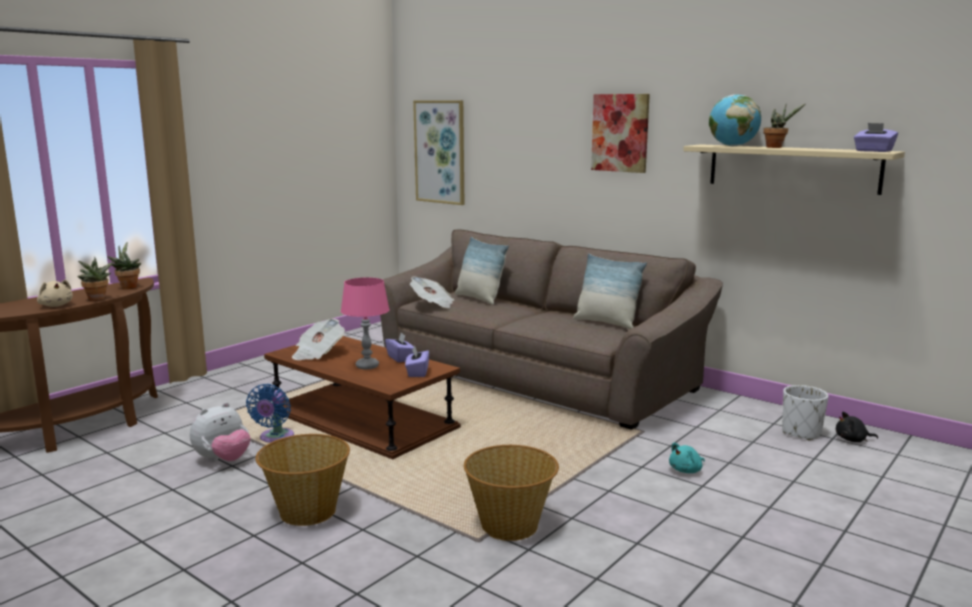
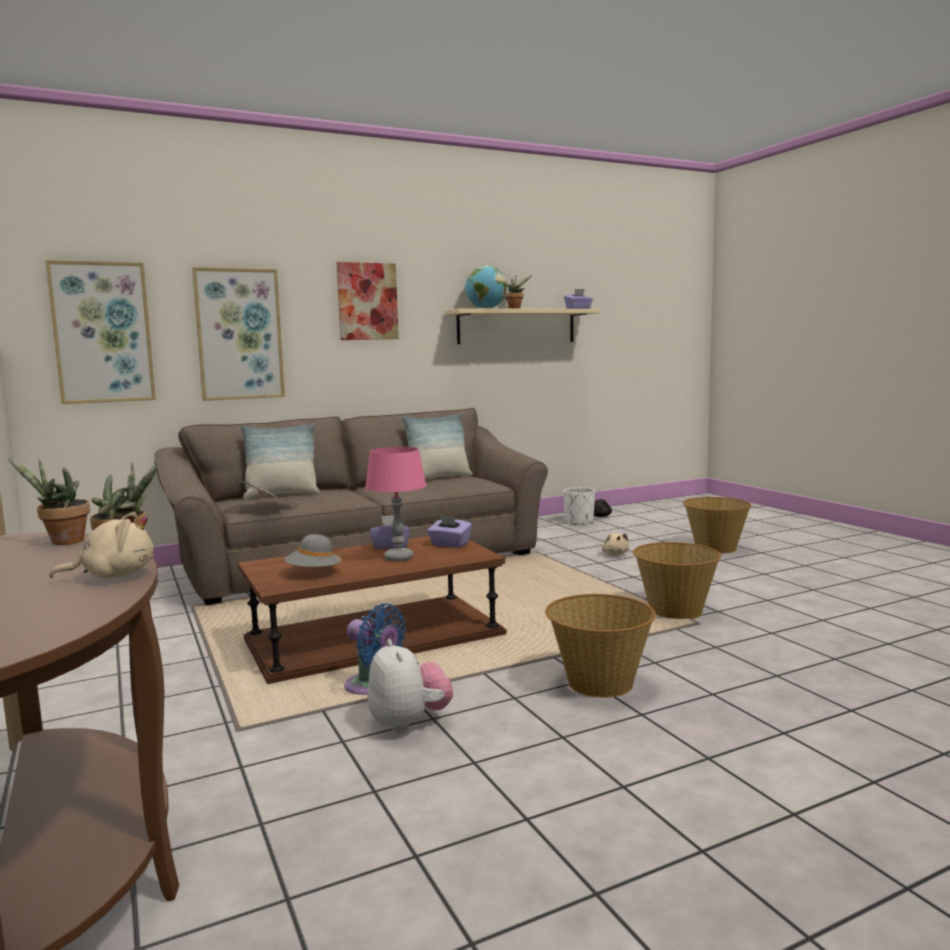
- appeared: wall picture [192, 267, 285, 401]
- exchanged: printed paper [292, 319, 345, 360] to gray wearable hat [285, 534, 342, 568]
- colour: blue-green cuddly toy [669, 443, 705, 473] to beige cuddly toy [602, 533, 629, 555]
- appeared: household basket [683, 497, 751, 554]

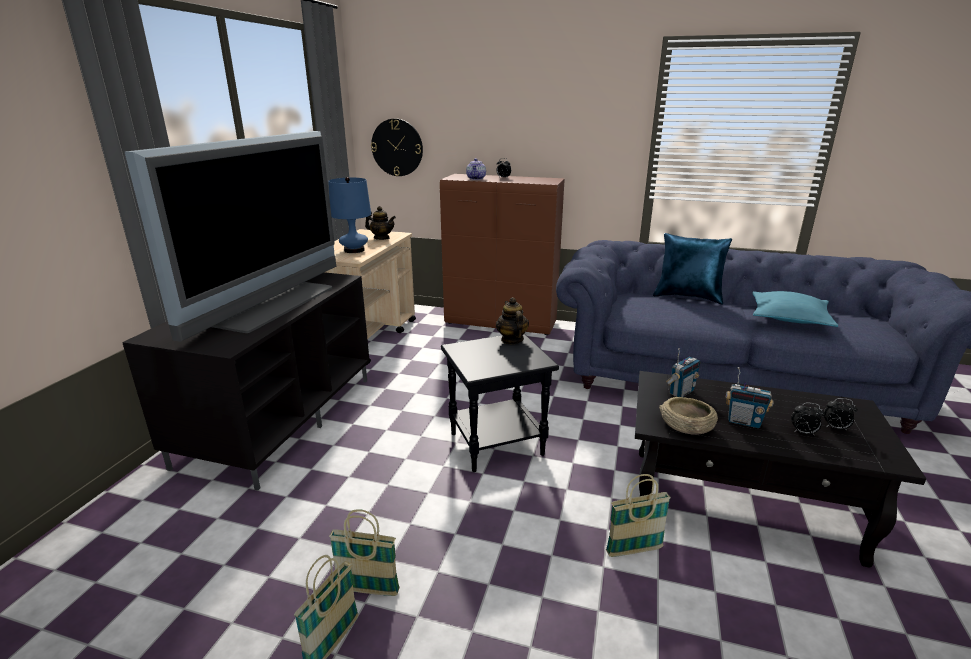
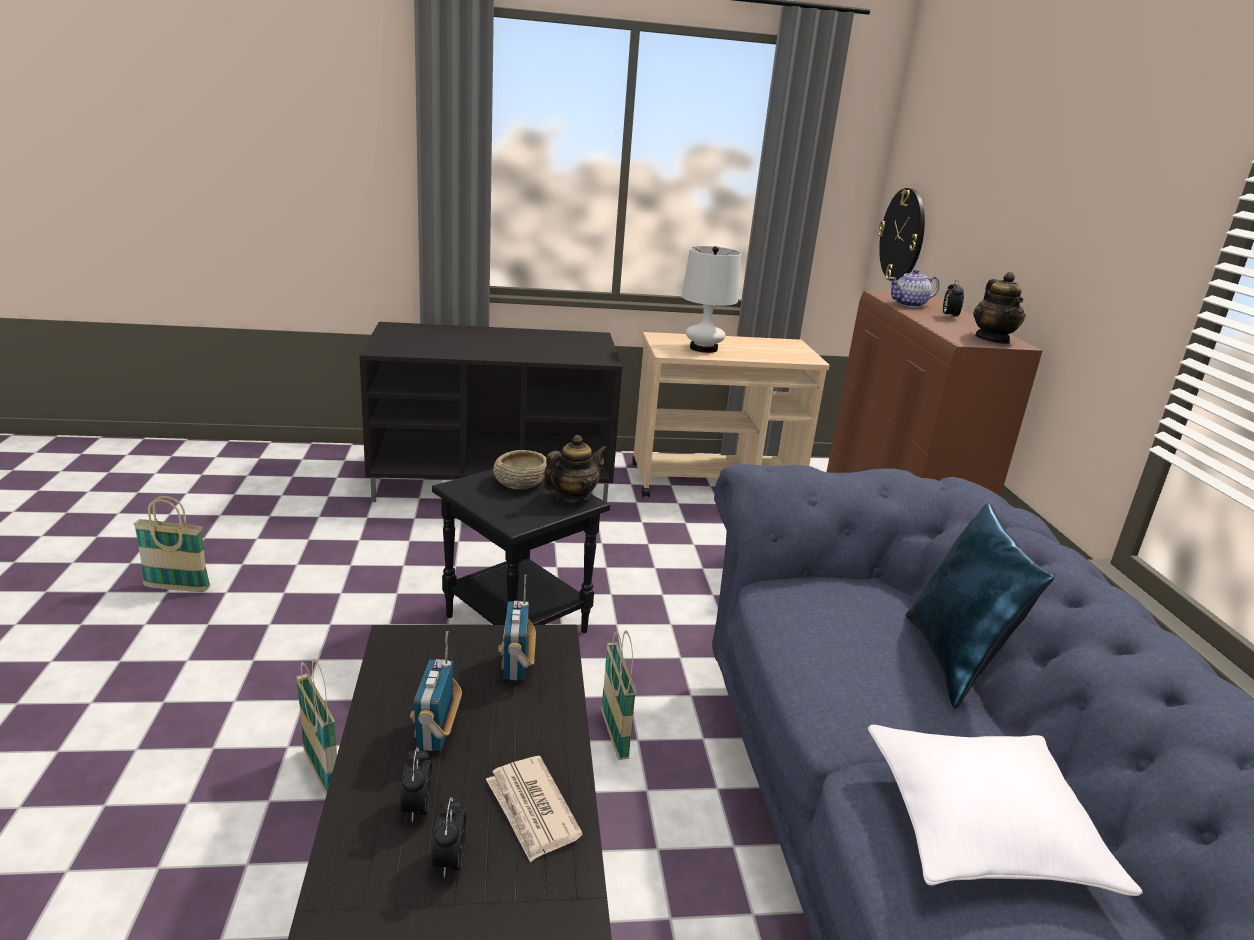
- appeared: printed paper [486, 756, 583, 862]
- relocated: beige deep dish [659, 397, 718, 435] to [493, 450, 547, 490]
- spun: radio set [666, 348, 701, 397] = [498, 575, 536, 680] 60 degrees clockwise
- relocated: household basket [329, 509, 400, 596] to [601, 630, 636, 760]
- colour: blue-coloured lamp for a table [328, 177, 371, 253] to whitish lamp for a table [682, 246, 741, 353]
- colour: blue-green pillow [753, 291, 838, 327] to whitish pillow [868, 725, 1143, 896]
- relocated: pot for tea [365, 206, 396, 240] to [973, 272, 1026, 344]
- missing: TV [125, 131, 336, 342]

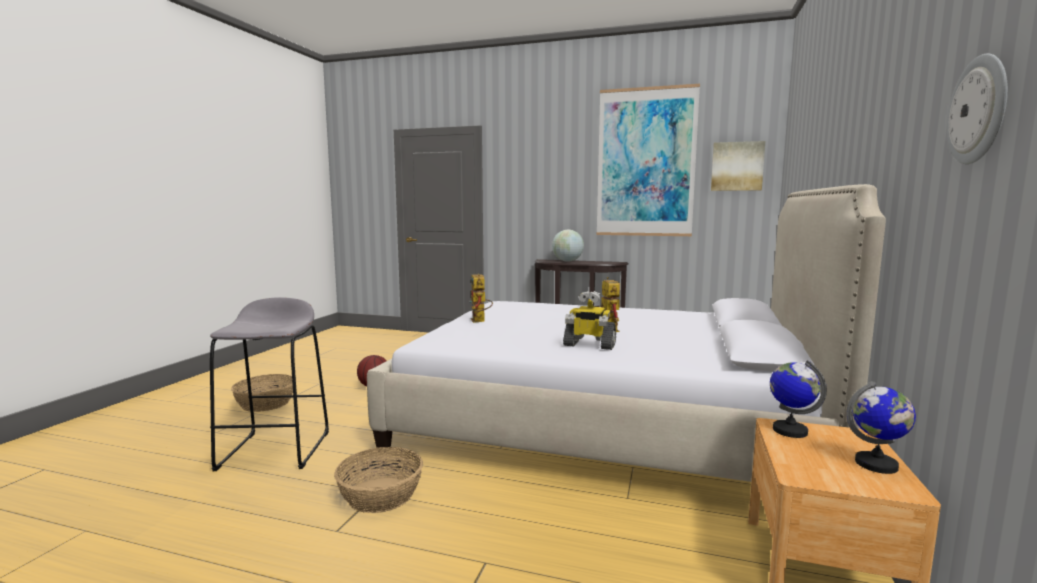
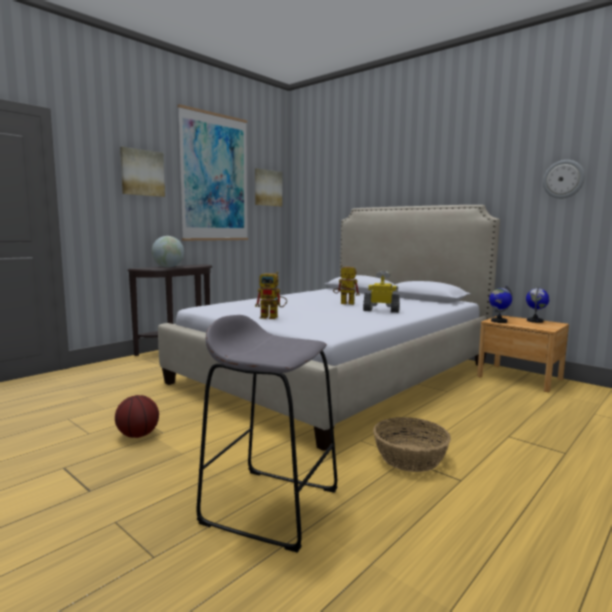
- appeared: wall picture [120, 147, 165, 197]
- spun: model robot [563, 291, 616, 350] = [363, 271, 400, 313] 120 degrees counterclockwise
- missing: household basket [231, 374, 293, 412]

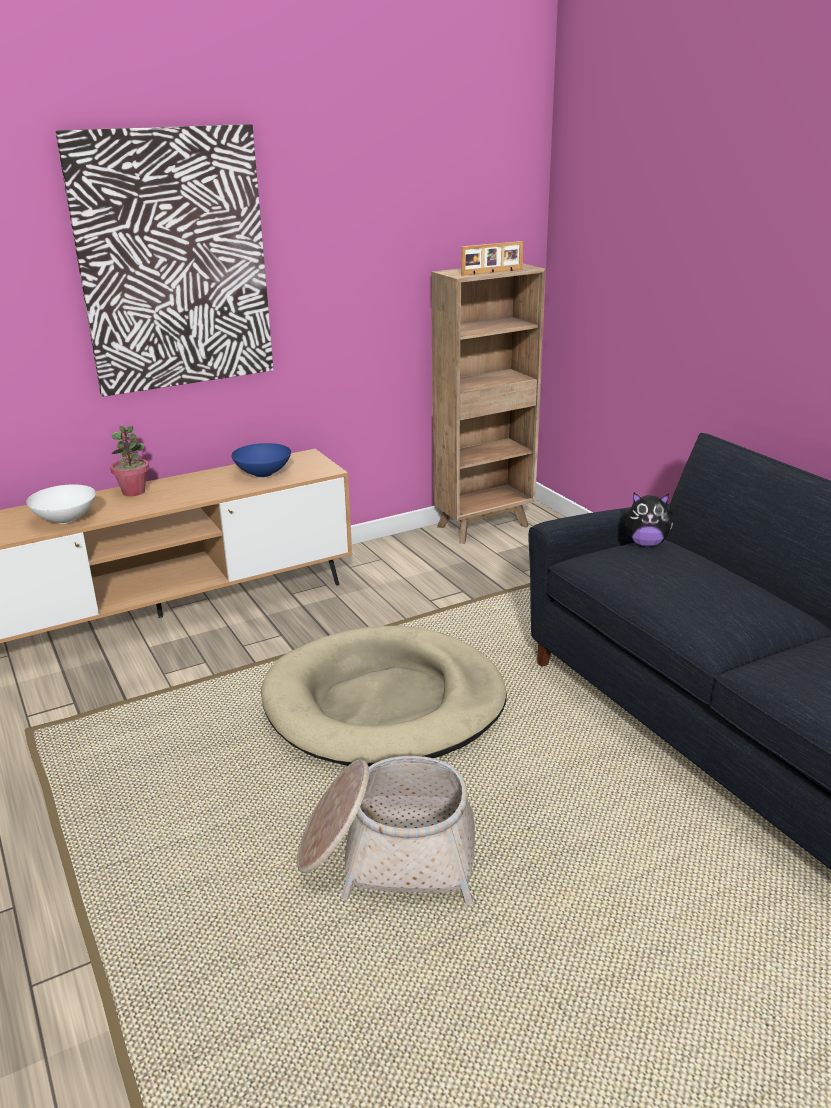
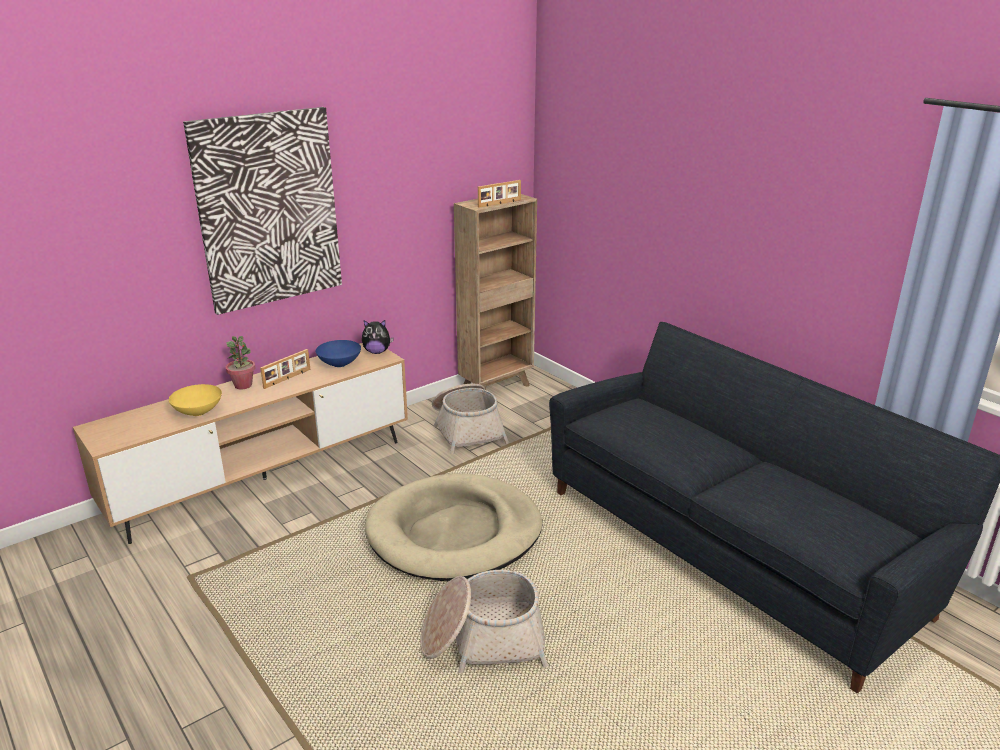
- colour: whitish deep dish [26, 484, 96, 524] to yellow deep dish [169, 384, 222, 416]
- appeared: standing frame [260, 349, 310, 389]
- relocated: cuddly toy [625, 493, 674, 547] to [362, 320, 394, 354]
- appeared: household basket [432, 384, 509, 454]

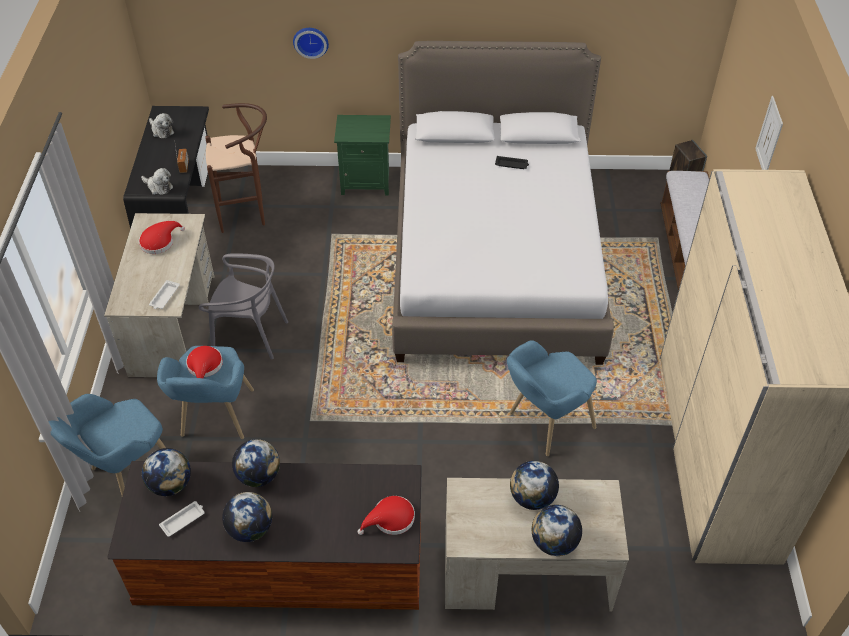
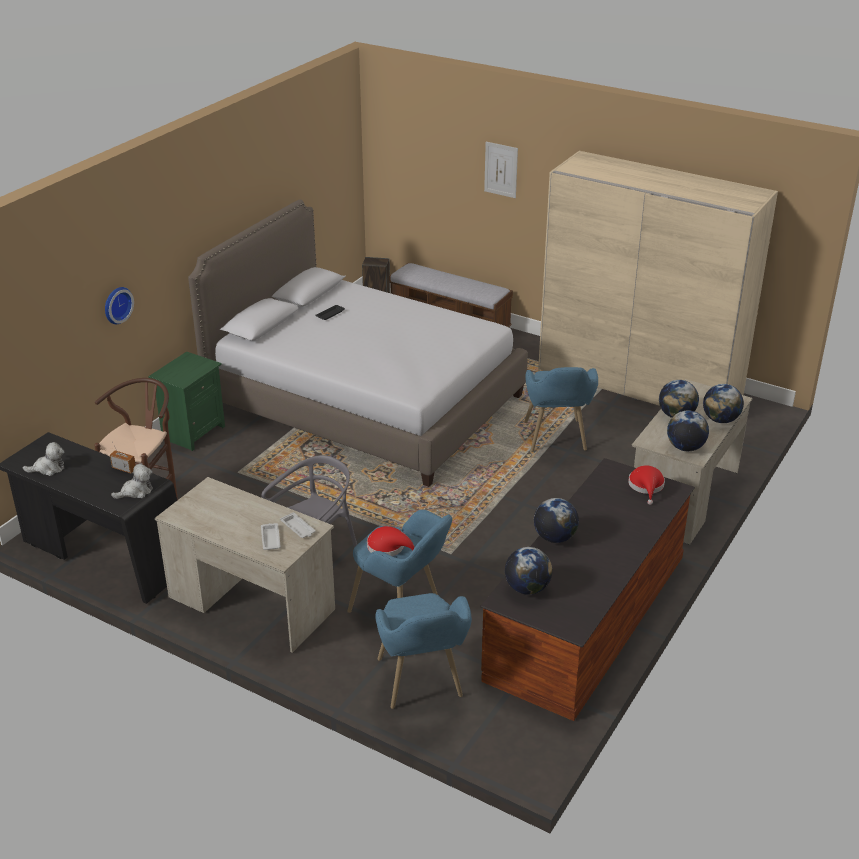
- relocated: whitish carrying tray [159, 501, 205, 537] to [261, 523, 281, 550]
- relocated: world globe [222, 492, 272, 542] to [667, 410, 709, 451]
- missing: red-coloured wearable hat [139, 221, 185, 254]

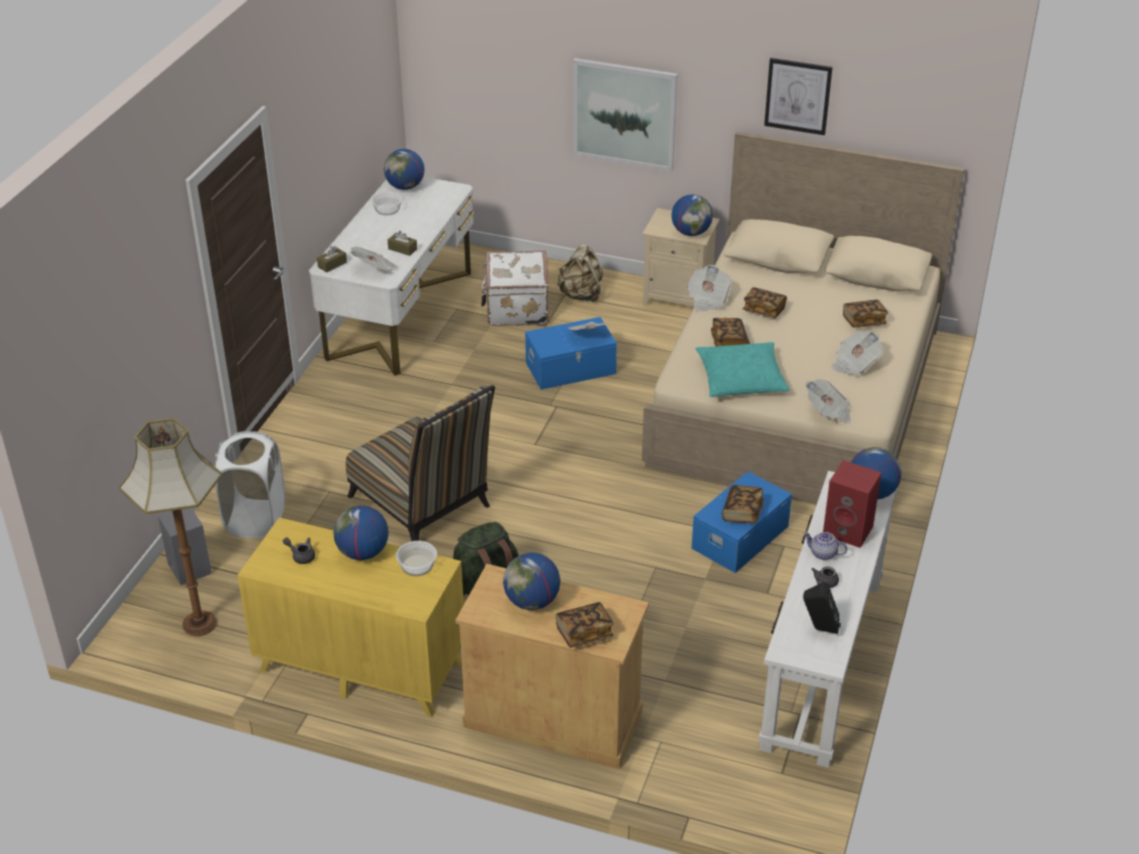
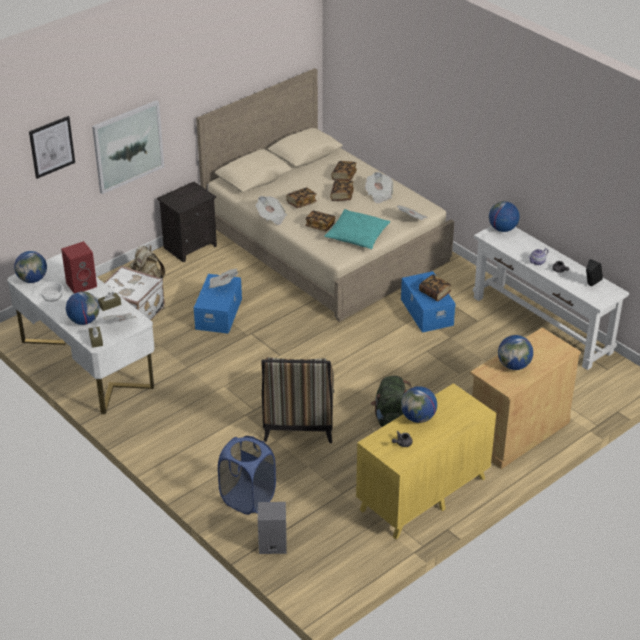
- relocated: wall picture [764, 58, 832, 135] to [29, 116, 75, 179]
- relocated: red-coloured audio speaker [823, 460, 881, 548] to [61, 241, 97, 294]
- relocated: world globe [671, 194, 713, 236] to [66, 291, 100, 325]
- colour: beige night table [642, 208, 719, 306] to blackish night table [157, 182, 217, 262]
- colour: whitish hamper [215, 431, 285, 538] to blue-coloured hamper [218, 436, 276, 515]
- spun: upright chair [346, 385, 495, 541] = [261, 357, 334, 443] 105 degrees clockwise
- relocated: bound book [556, 602, 614, 648] to [330, 180, 354, 201]
- missing: standing lamp [119, 418, 222, 636]
- missing: deep dish [396, 541, 437, 576]

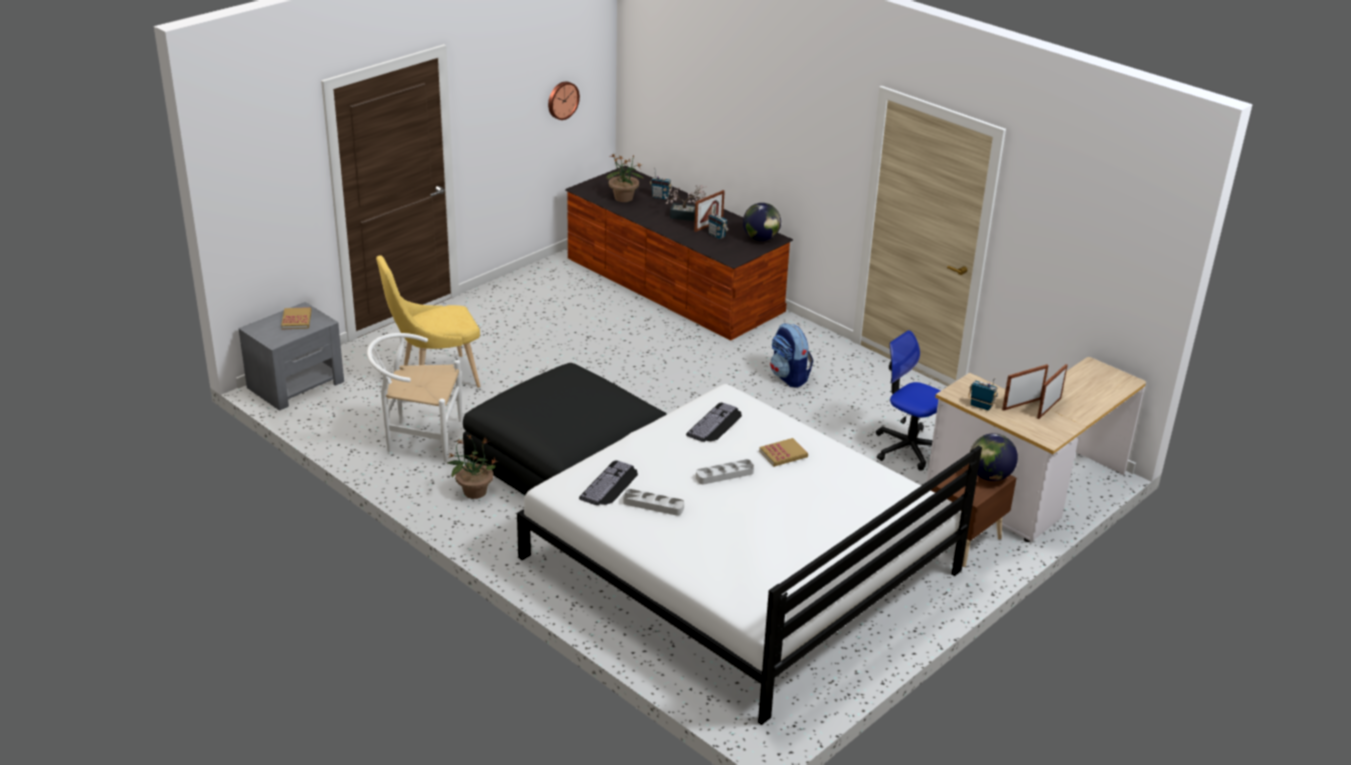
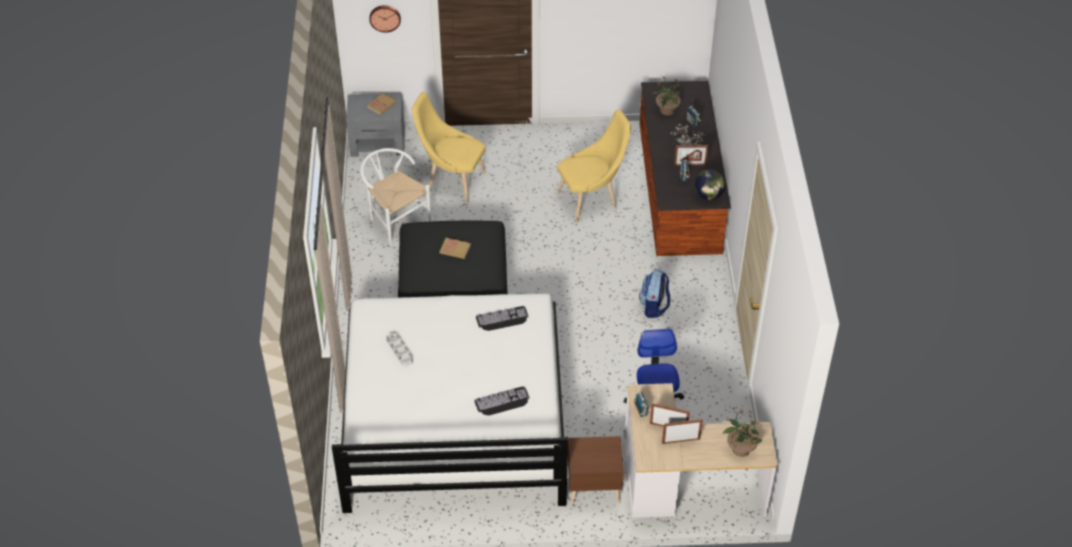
- relocated: hanging clock [548, 81, 580, 120] to [369, 5, 401, 33]
- relocated: bound book [759, 438, 808, 467] to [440, 238, 471, 259]
- relocated: computer keyboard [579, 460, 638, 505] to [474, 387, 529, 416]
- appeared: yellow upright chair [557, 109, 631, 223]
- relocated: plant in a pot [447, 435, 498, 499] to [723, 409, 762, 457]
- missing: gray carrying tray [696, 459, 754, 484]
- missing: world globe [970, 433, 1018, 481]

